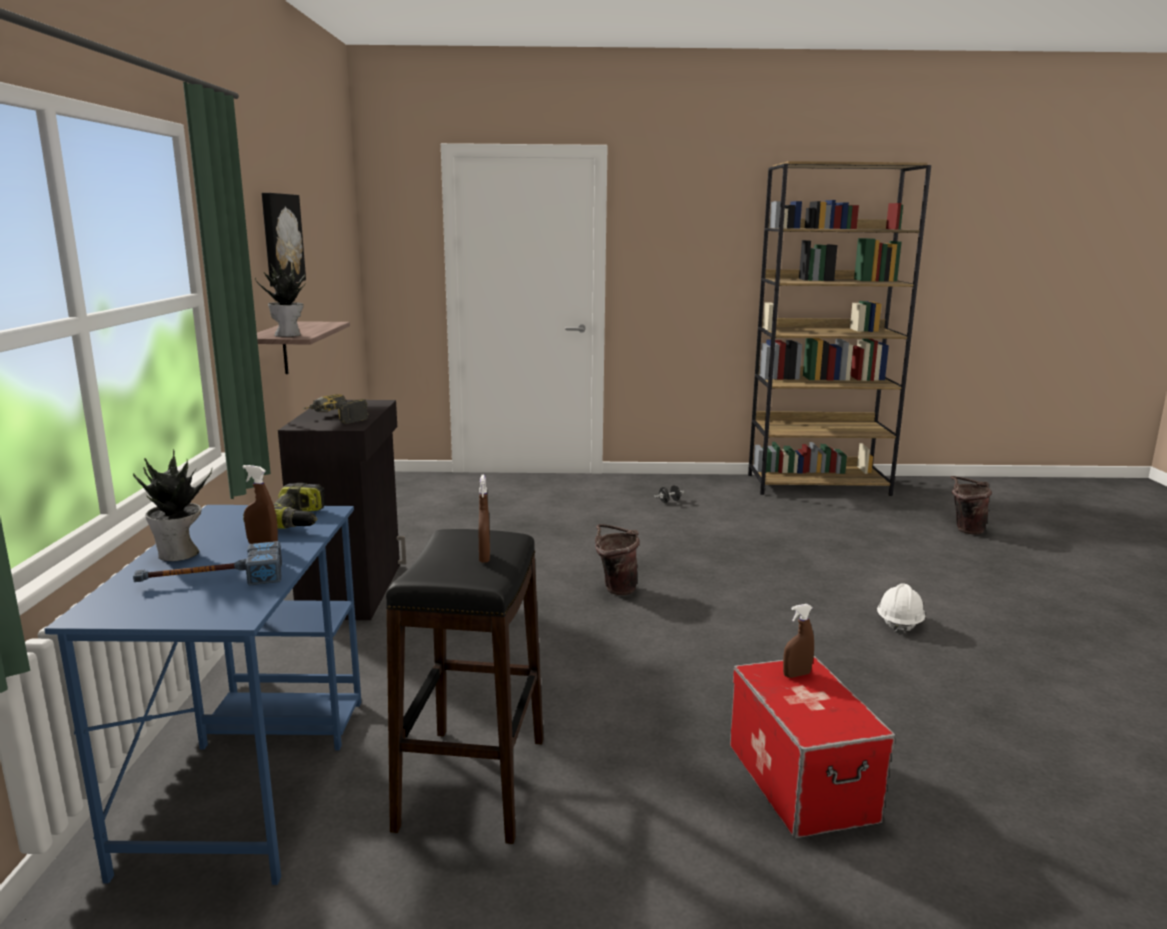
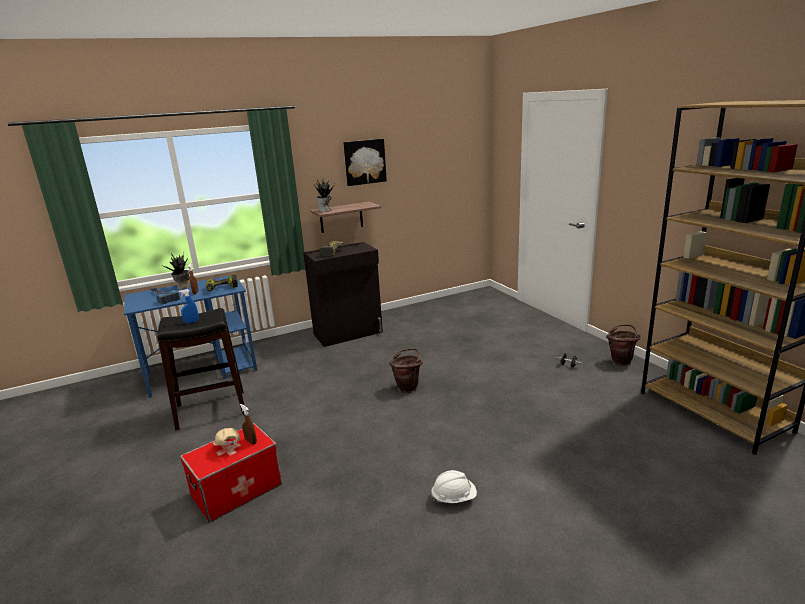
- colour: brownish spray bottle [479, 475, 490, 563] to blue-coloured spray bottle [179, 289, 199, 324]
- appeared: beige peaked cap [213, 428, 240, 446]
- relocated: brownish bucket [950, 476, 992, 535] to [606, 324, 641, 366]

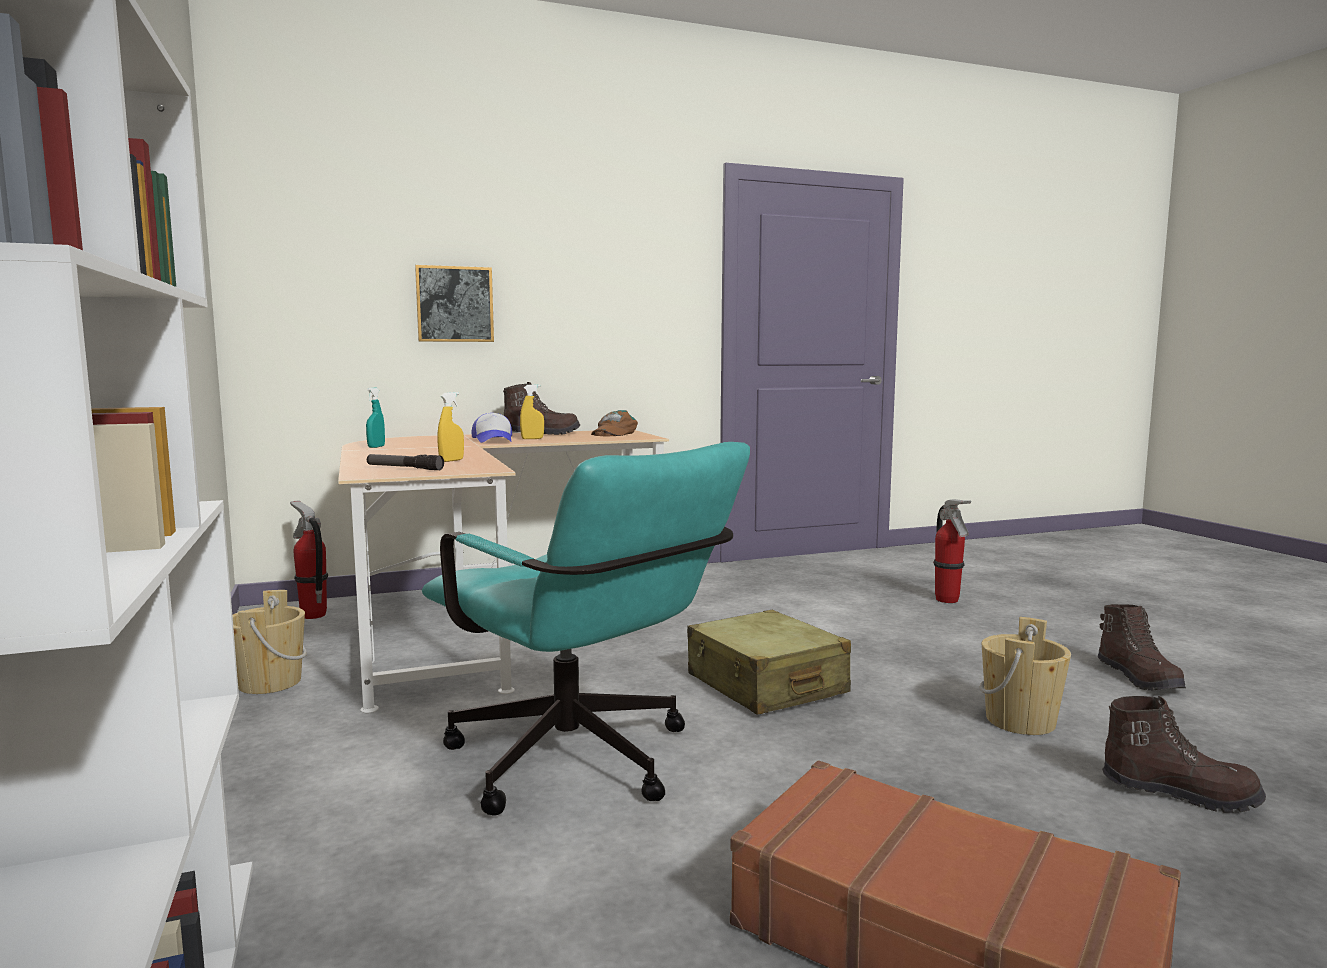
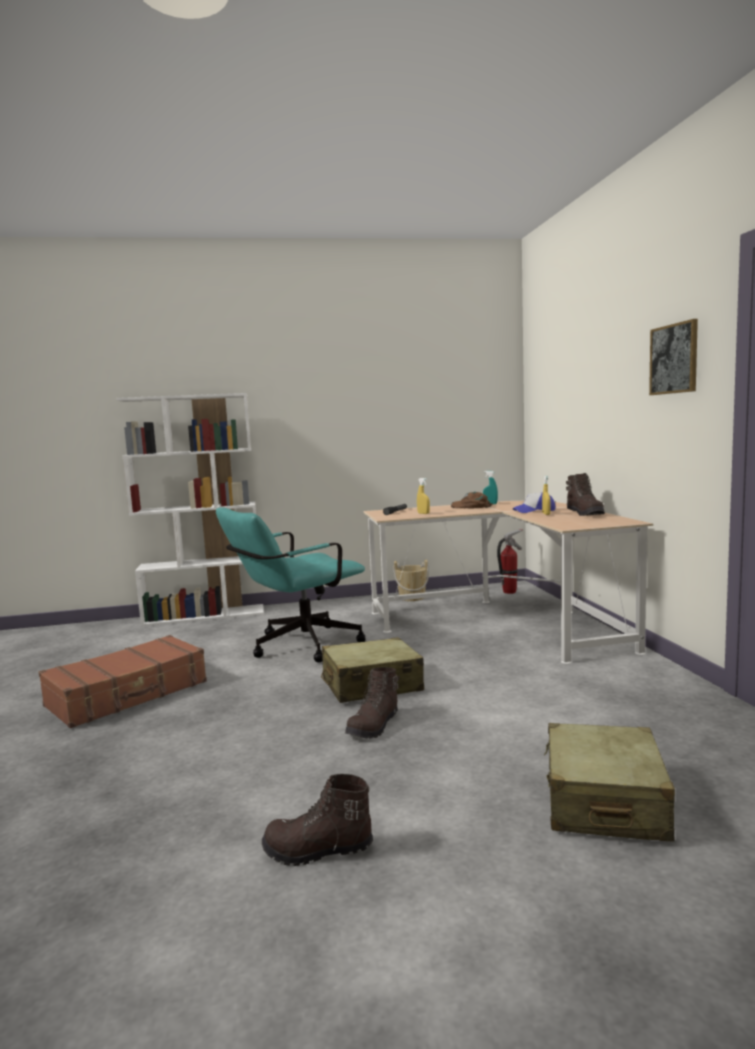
- relocated: brownish boot [1102, 696, 1266, 813] to [345, 667, 400, 739]
- relocated: brownish peaked cap [591, 410, 638, 436] to [451, 492, 492, 509]
- exchanged: extinguisher [933, 499, 972, 603] to beige piece of luggage [544, 723, 675, 842]
- relocated: wall picture [415, 265, 494, 342] to [649, 319, 698, 395]
- missing: beige bucket [980, 617, 1071, 735]

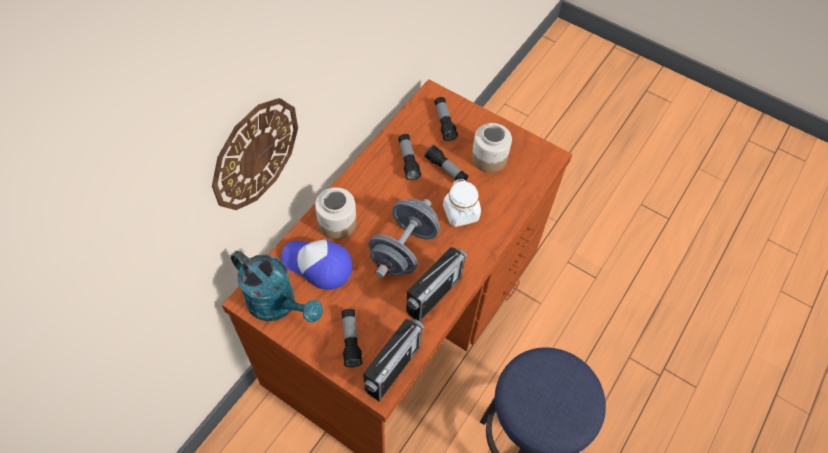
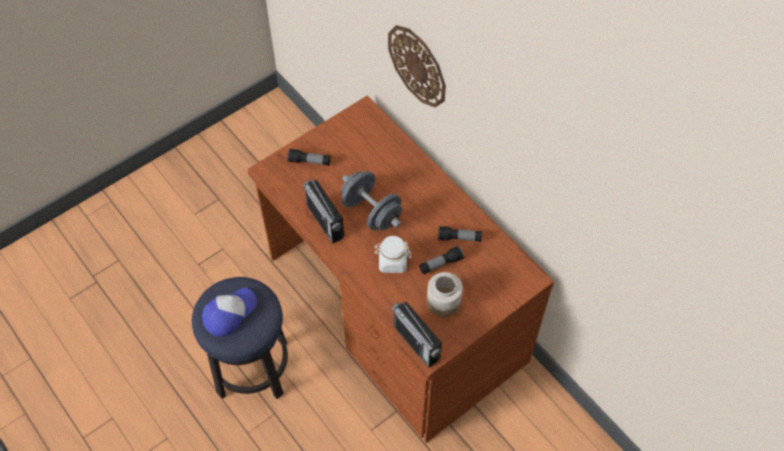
- relocated: peaked cap [281, 239, 352, 290] to [202, 288, 257, 337]
- relocated: radio set [363, 319, 424, 401] to [392, 301, 442, 368]
- missing: blue-green watering can [231, 251, 323, 323]
- missing: storage jar [315, 187, 357, 240]
- missing: flashlight [434, 97, 458, 141]

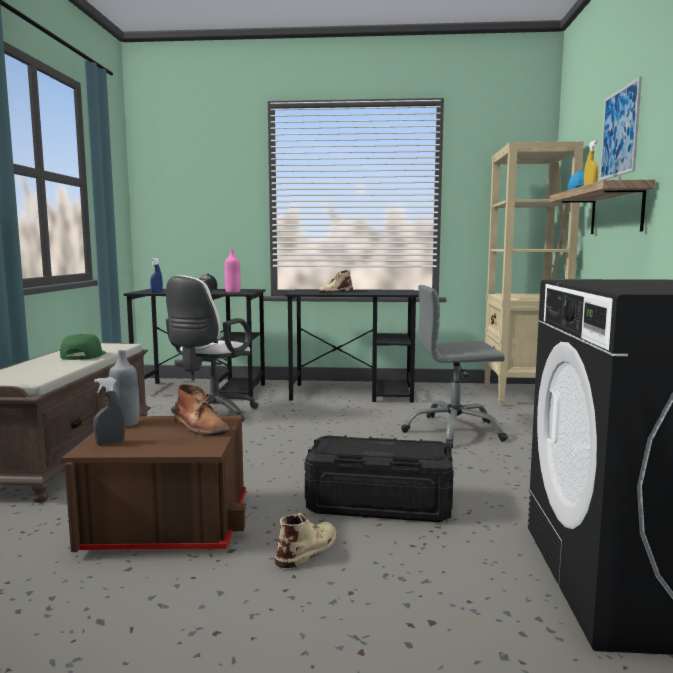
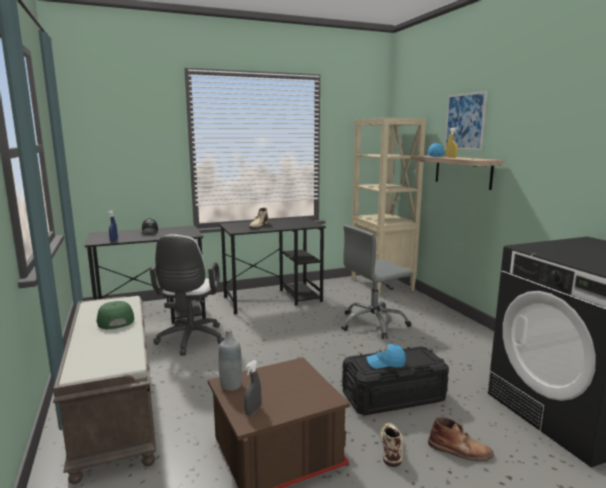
- appeared: blue-coloured peaked cap [366, 344, 406, 369]
- relocated: brownish boot [174, 384, 230, 436] to [428, 417, 494, 461]
- missing: pinkish beverage bottle [224, 249, 241, 292]

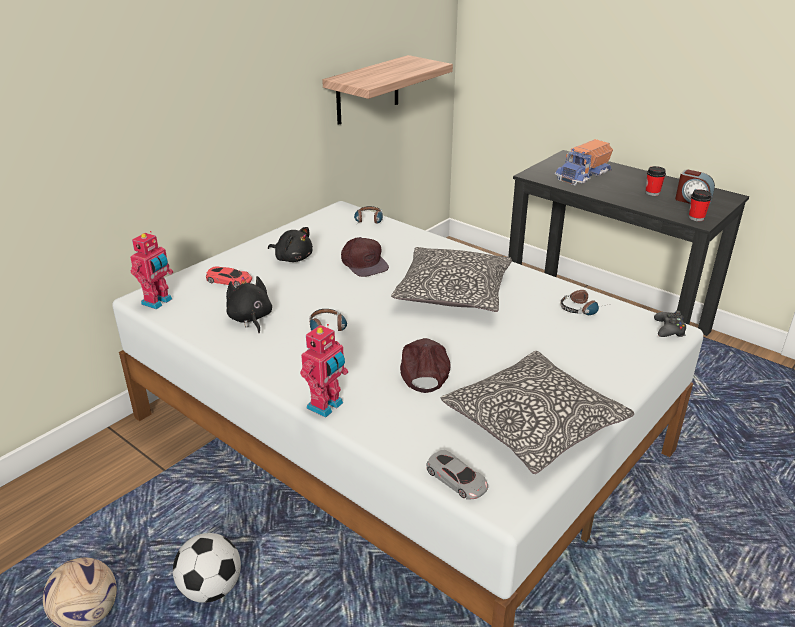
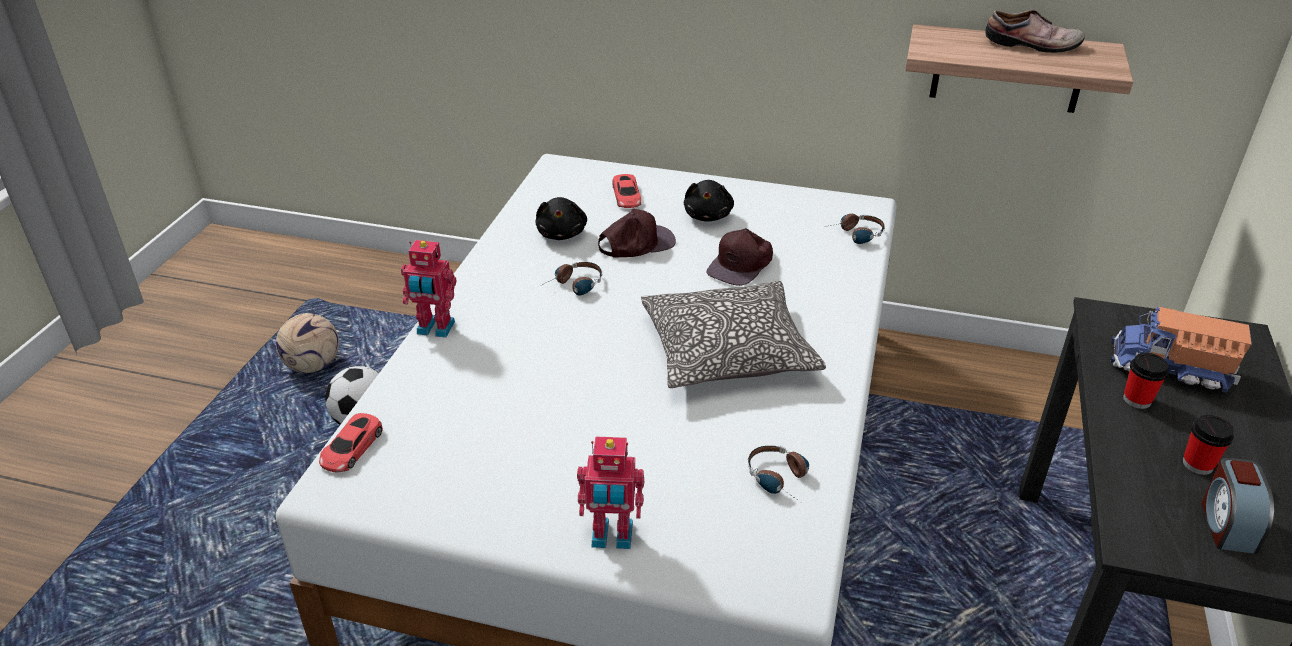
- colour: gray miniature car [426, 450, 488, 500] to red-coloured miniature car [319, 413, 383, 473]
- spun: blackish cuddly toy [226, 276, 272, 333] = [535, 197, 587, 240] 135 degrees clockwise
- relocated: model robot [130, 231, 173, 309] to [577, 436, 644, 549]
- relocated: brownish peaked cap [400, 338, 451, 393] to [598, 209, 676, 257]
- appeared: shoe [985, 10, 1085, 53]
- relocated: cup [689, 190, 712, 221] to [1123, 353, 1169, 409]
- missing: pillow [440, 351, 634, 474]
- missing: blackish joypad [654, 310, 686, 337]

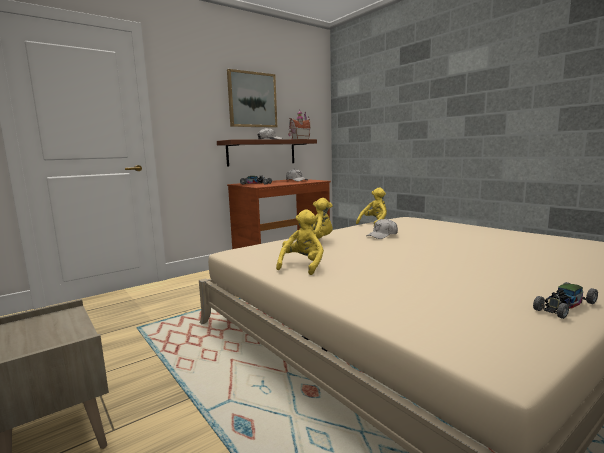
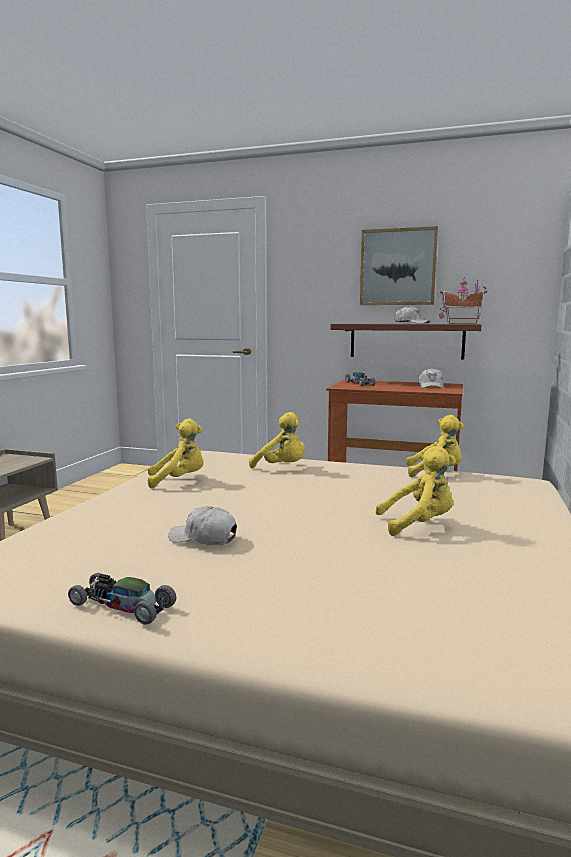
- relocated: whitish peaked cap [366, 218, 398, 239] to [168, 506, 237, 545]
- appeared: yellow cuddly toy [375, 446, 456, 536]

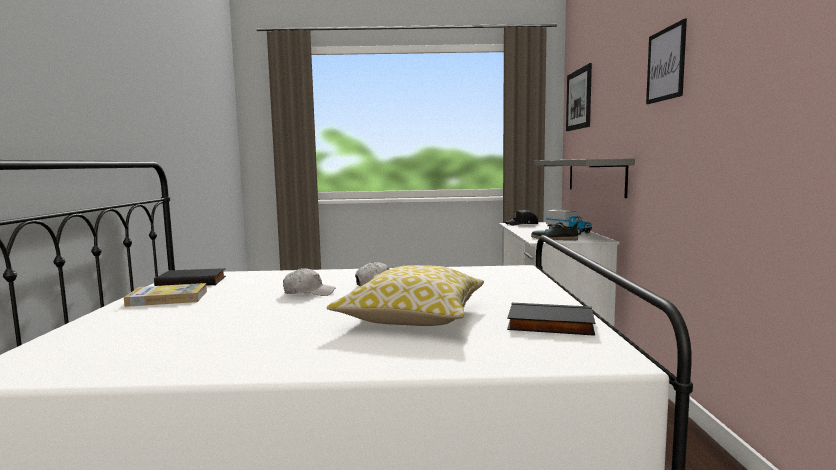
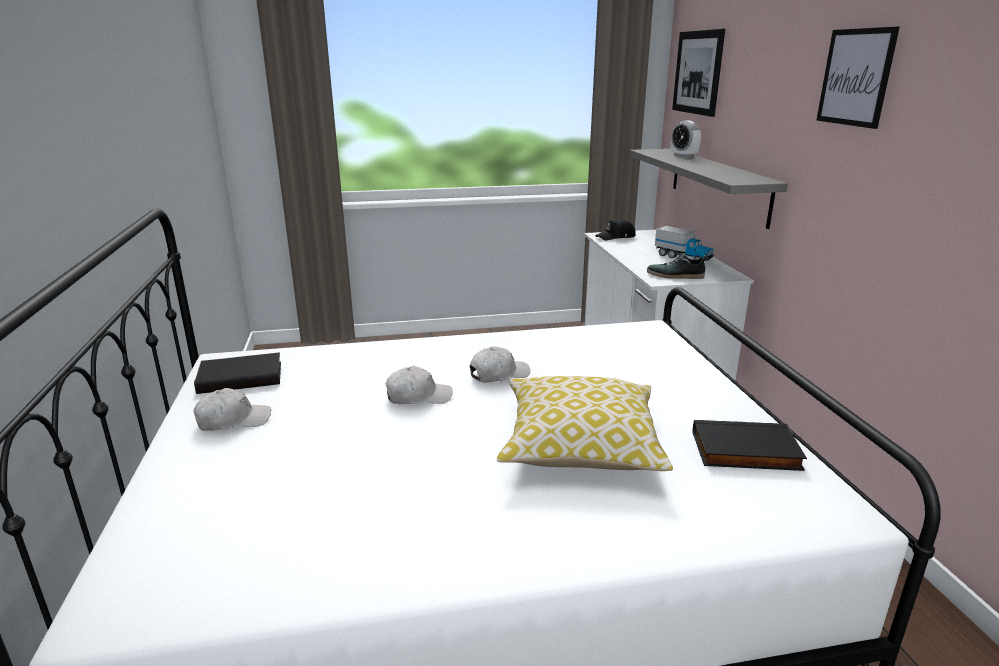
- exchanged: bound book [124, 283, 207, 307] to whitish peaked cap [193, 388, 271, 431]
- appeared: table clock [671, 121, 701, 158]

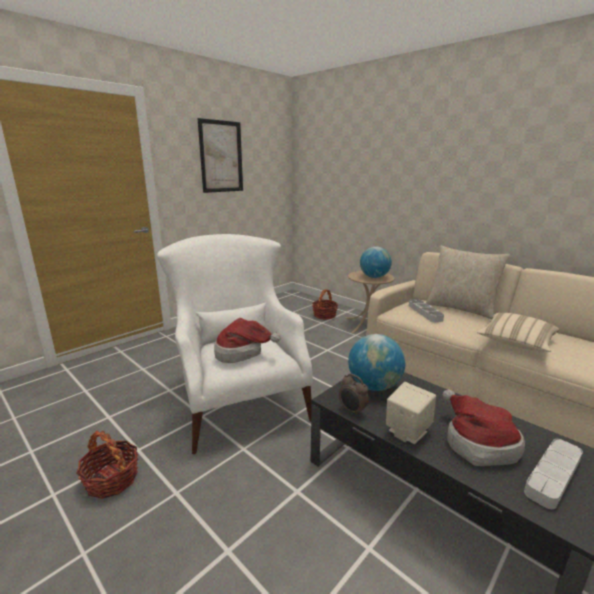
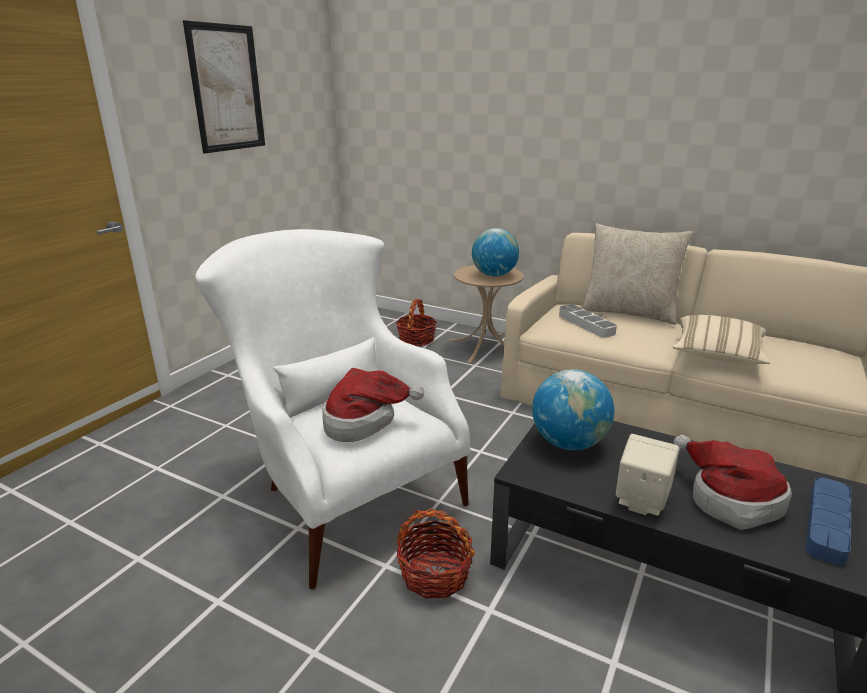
- relocated: household basket [76, 431, 138, 499] to [397, 508, 475, 599]
- colour: gray carrying tray [524, 439, 583, 509] to blue-coloured carrying tray [805, 477, 851, 565]
- missing: table clock [339, 374, 369, 417]

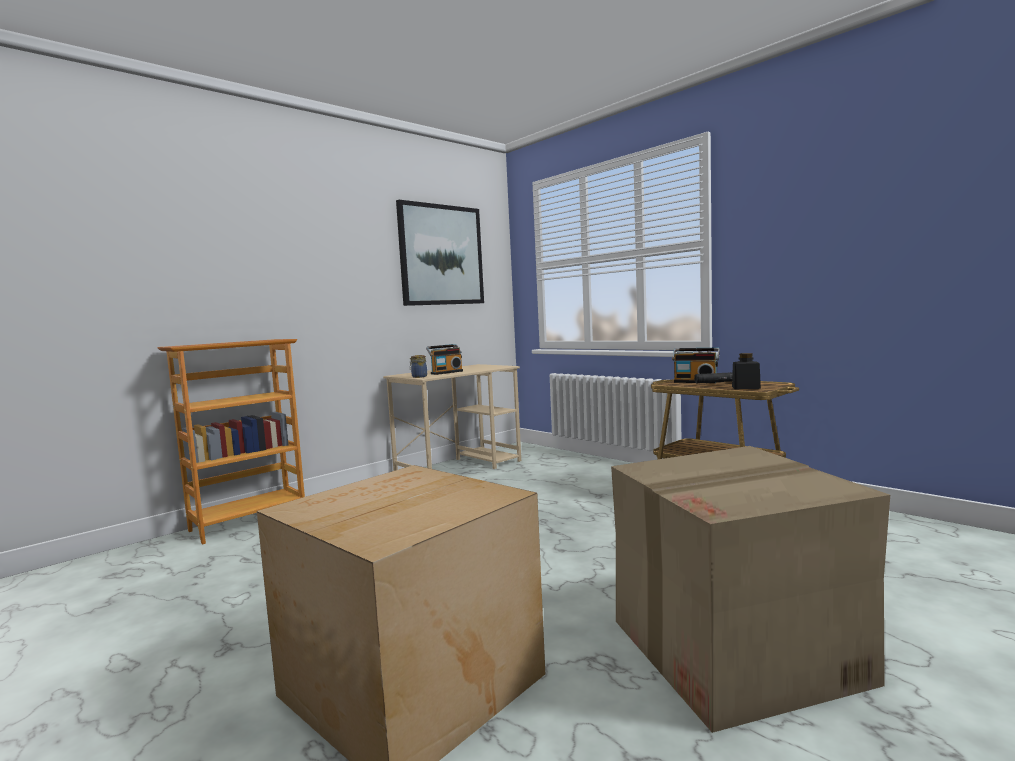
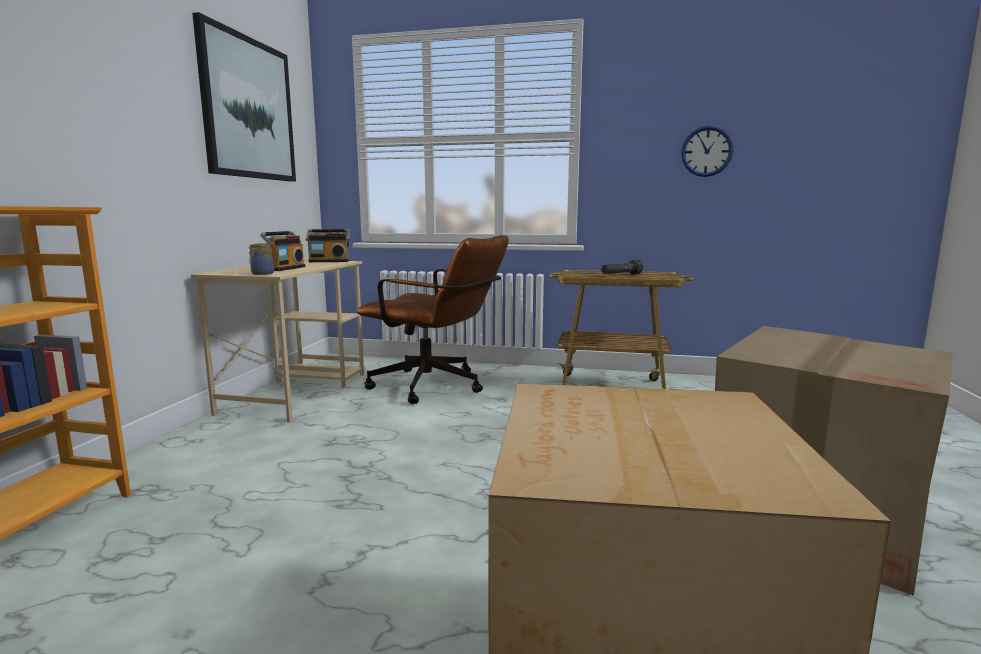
- relocated: radio set [672, 348, 720, 383] to [306, 229, 350, 262]
- appeared: brownish office chair [357, 235, 509, 404]
- appeared: hanging clock [681, 126, 733, 177]
- missing: blackish storage jar [732, 353, 761, 389]

